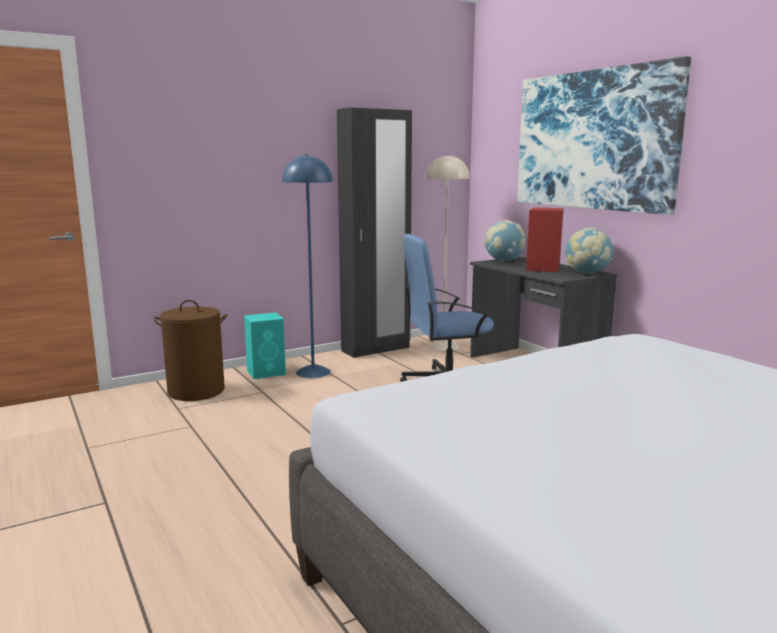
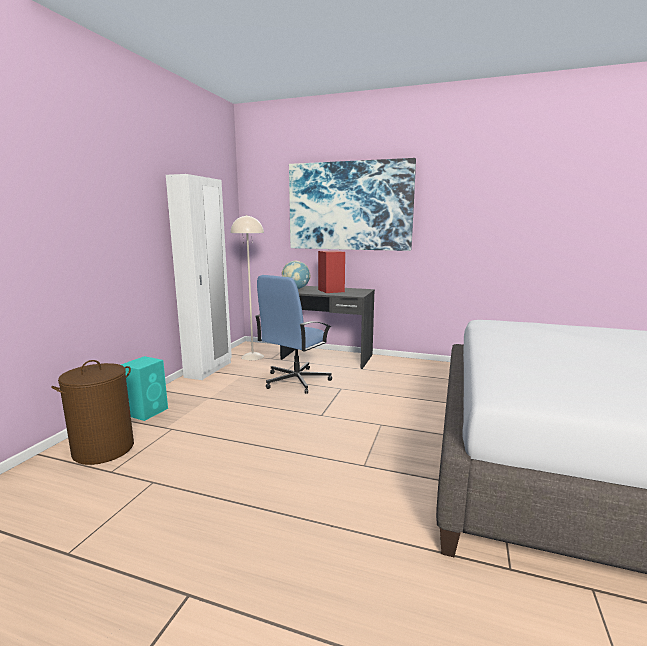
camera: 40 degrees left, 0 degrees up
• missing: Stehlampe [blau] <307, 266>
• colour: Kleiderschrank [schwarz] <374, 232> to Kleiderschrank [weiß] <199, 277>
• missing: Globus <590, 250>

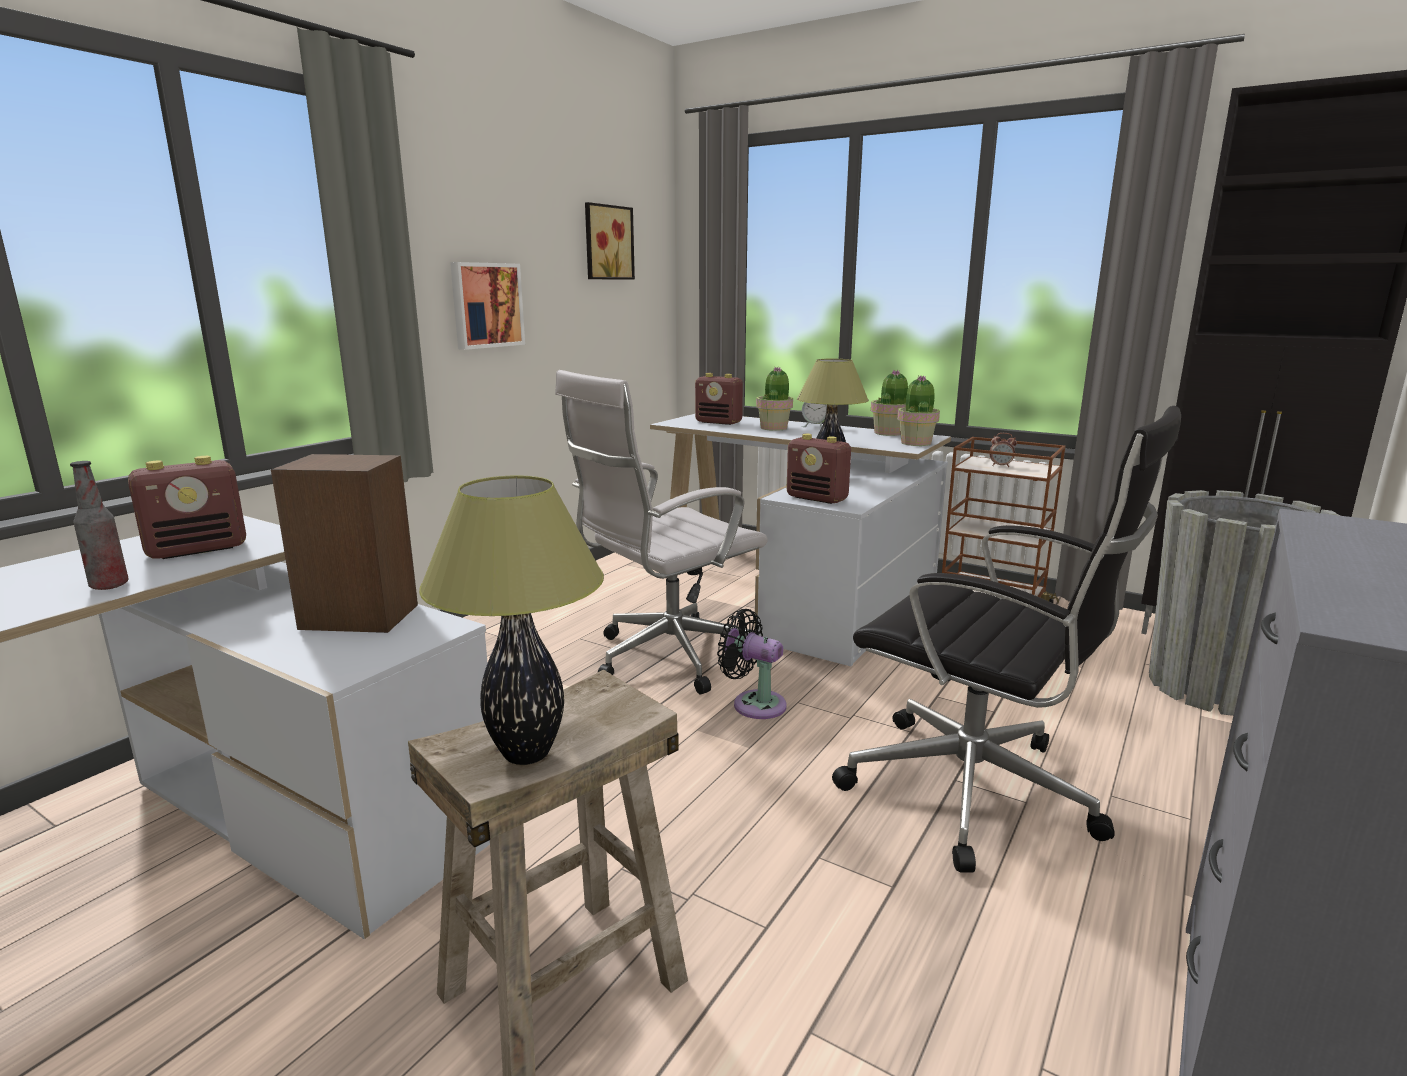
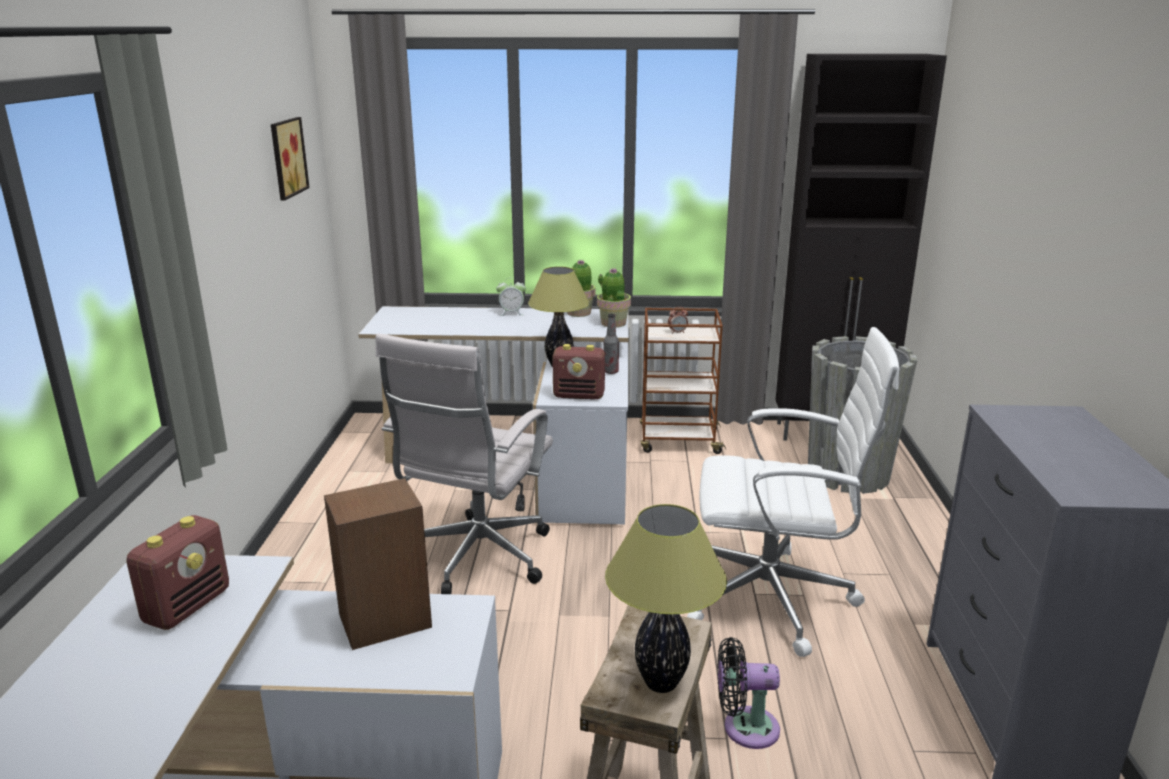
camera: 30 degrees left, 5 degrees up
• relocated: Flasche <99, 525> to <611, 344>
• missing: Bild <487, 306>
• missing: Radio <719, 399>
• relocated: Ventilator [schwarz] <752, 664> to <748, 693>
• missing: Topfpflanze <774, 399>
• colour: Bürostuhl [schwarz] <1006, 639> to Bürostuhl [weiß] <793, 492>

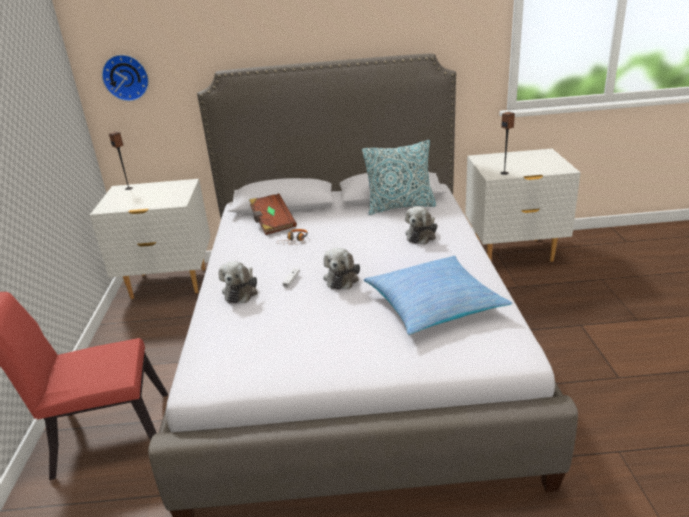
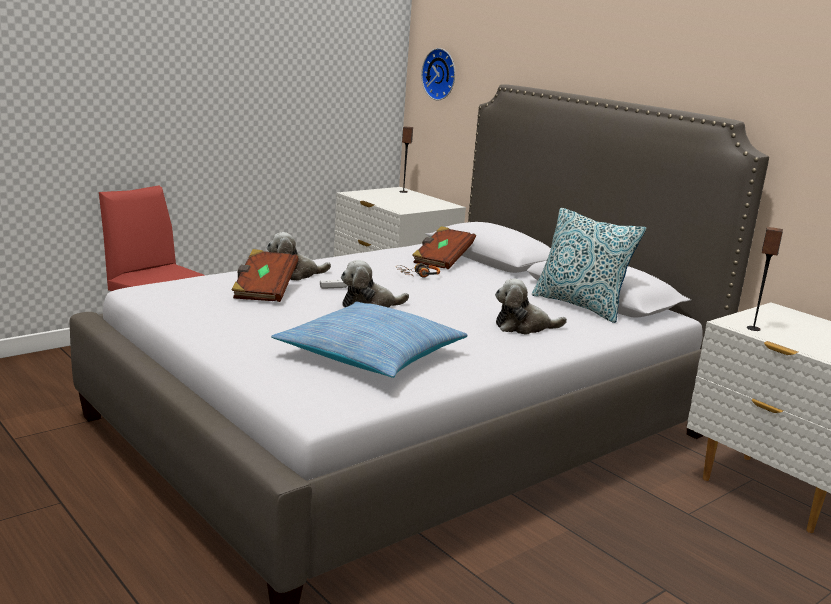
camera: 50 degrees right, 10 degrees down
• appeared: Buch [braun] <264, 275>

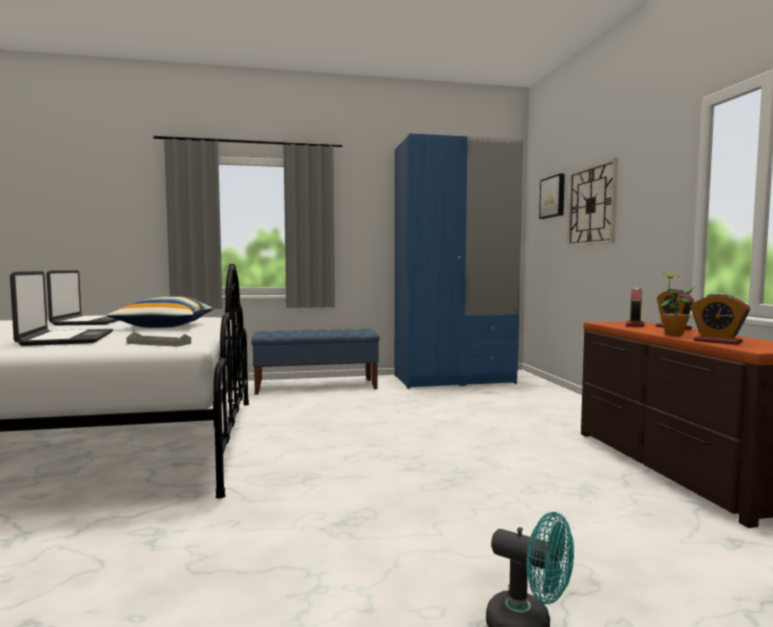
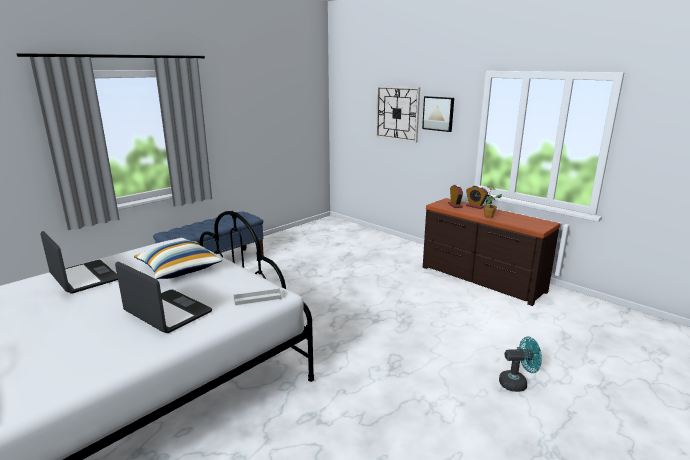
camera: 35 degrees left, 15 degrees up
• missing: Kleiderschrank [blau] <458, 261>
• relocated: Bild <552, 196> to <438, 114>
• missing: Wecker <720, 319>

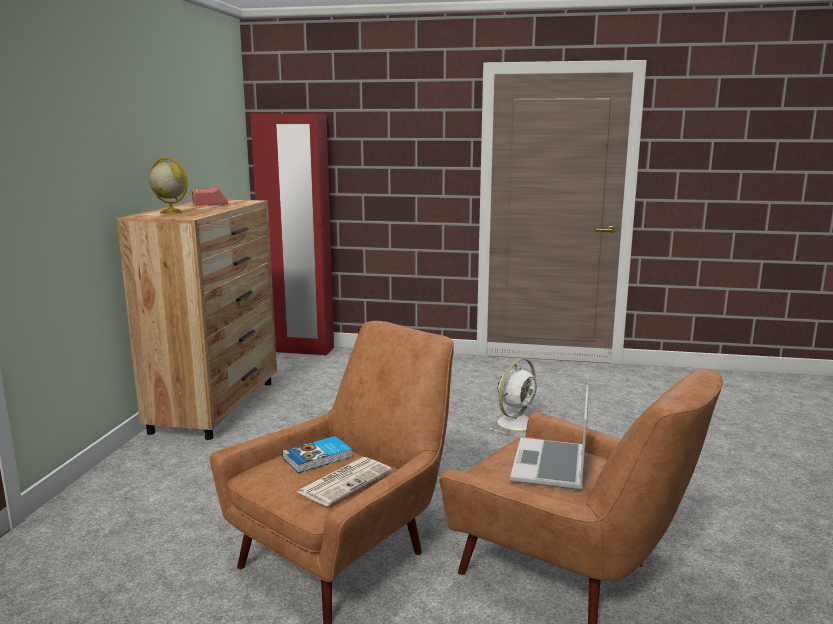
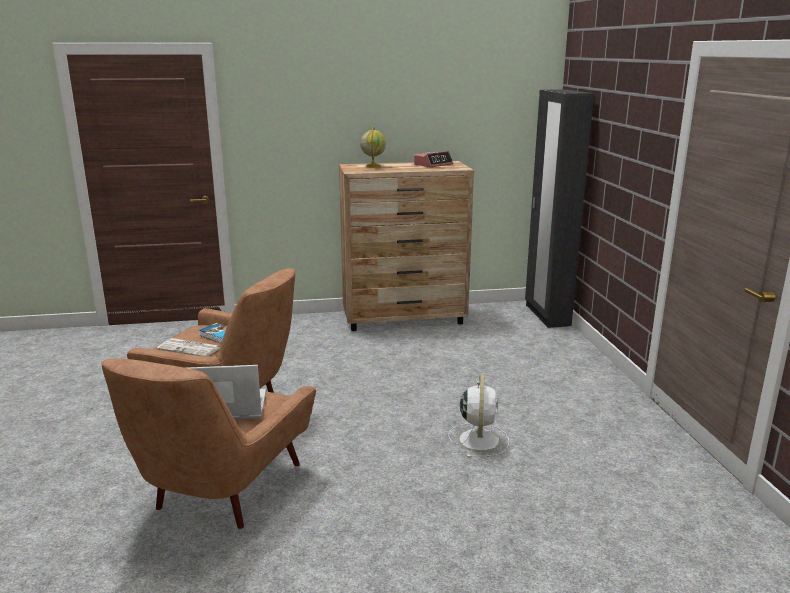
camera: 70 degrees right, 5 degrees up
• colour: Kleiderschrank [rot] <292, 234> to Kleiderschrank [schwarz] <559, 208>
• spun: Ventilator [weiß] <512, 396> = <479, 416> 105 degrees counterclockwise

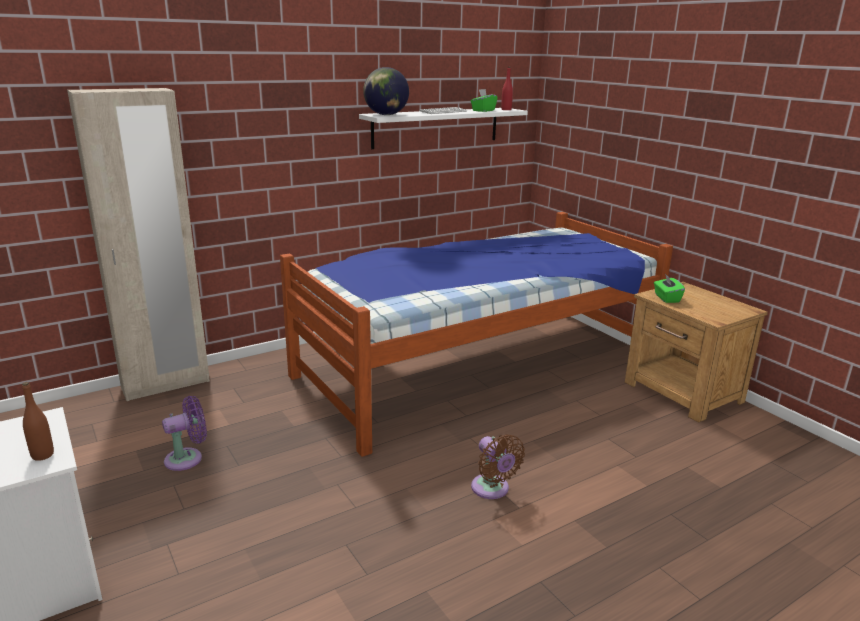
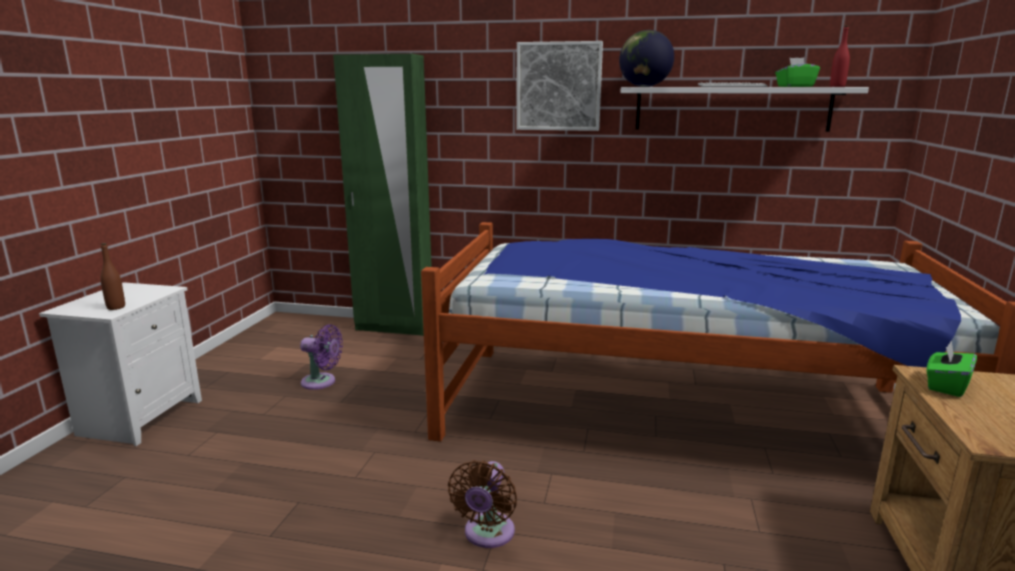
camera: 45 degrees right, 5 degrees down
• colour: Kleiderschrank [beige] <138, 244> to Kleiderschrank [grün] <382, 195>
• appeared: Bild <559, 86>

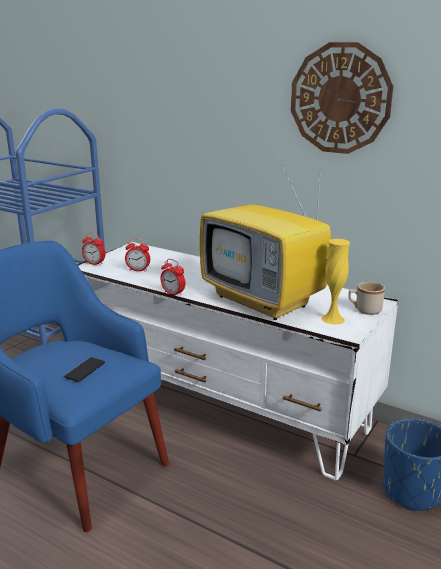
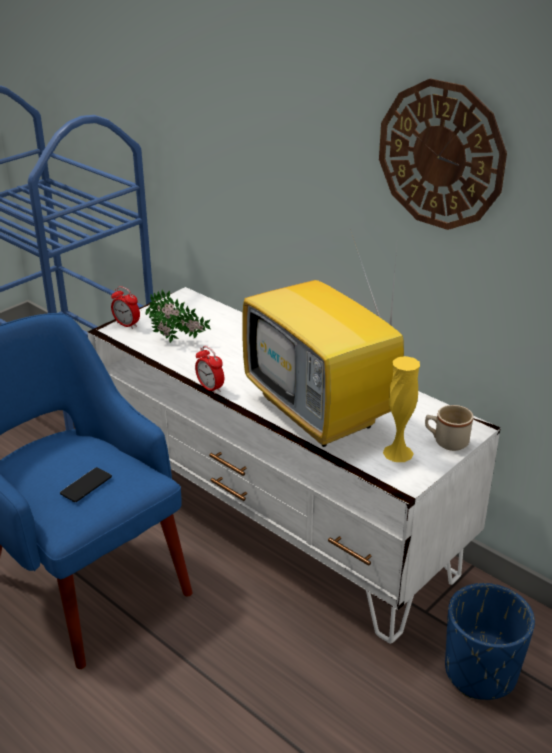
camera: 10 degrees right, 10 degrees up
• exchanged: Wecker <137, 255> to Topfpflanze <178, 316>

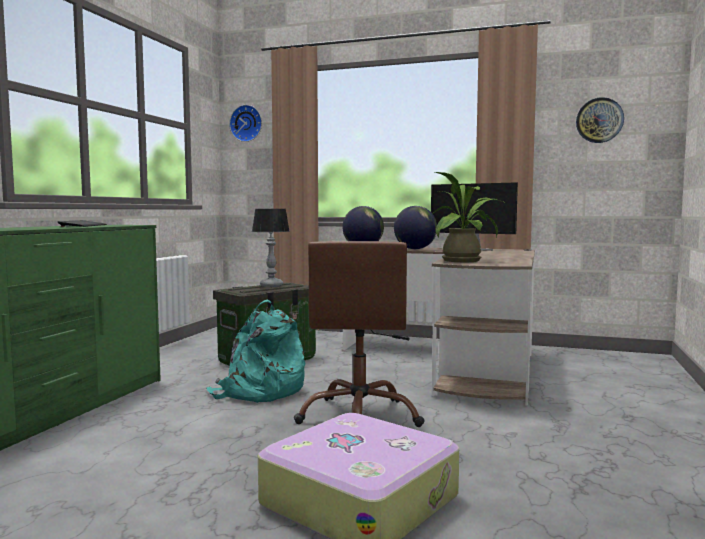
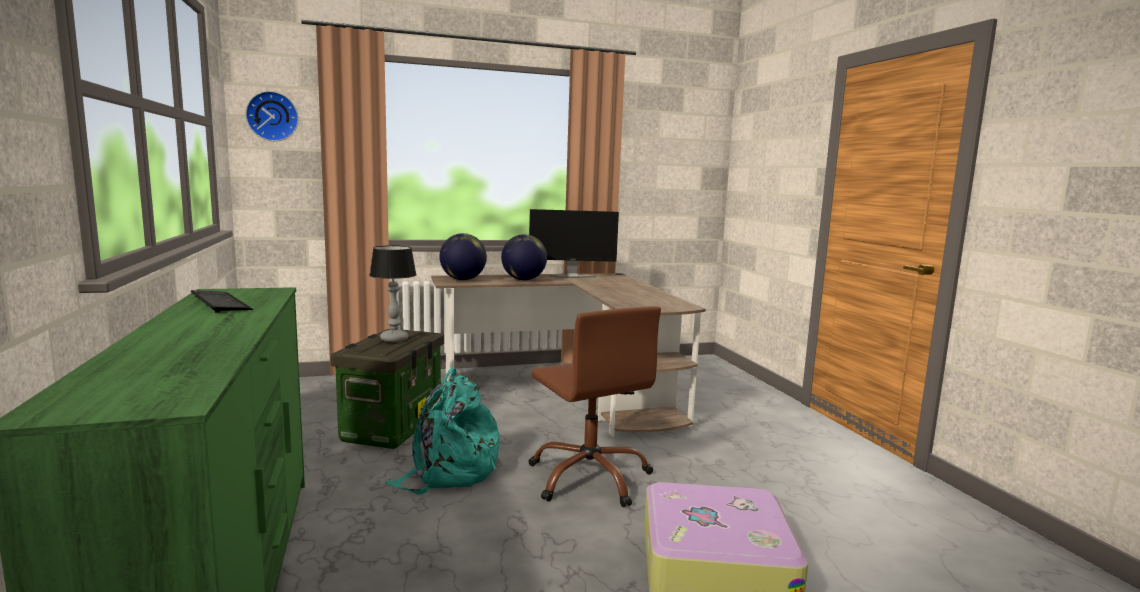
camera: 35 degrees left, 5 degrees up
• missing: Topfpflanze <468, 217>
• missing: Wanduhr <600, 120>

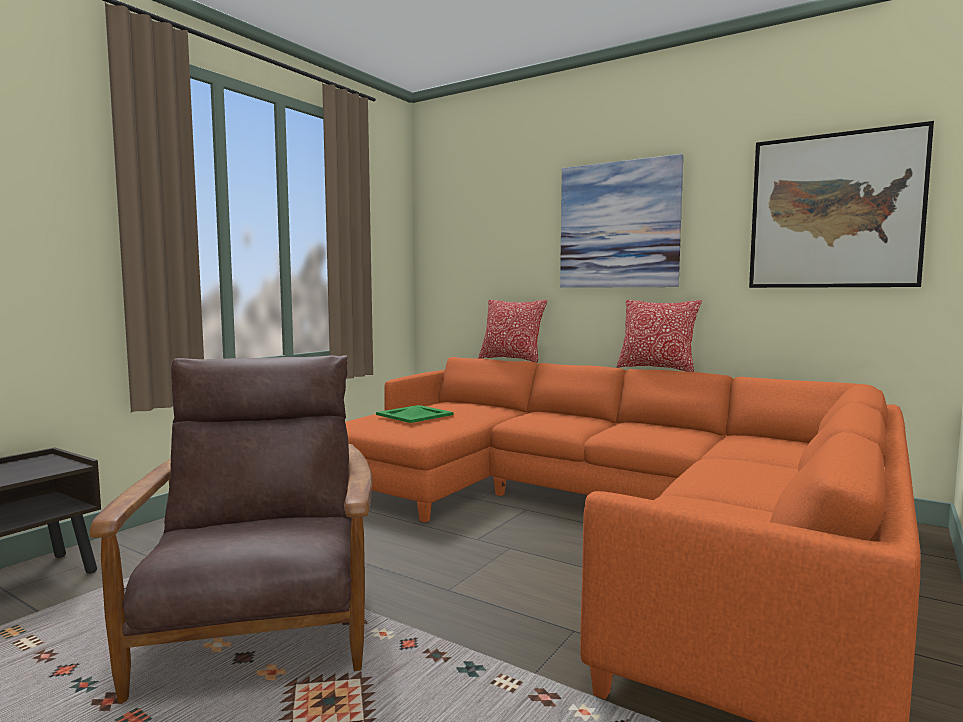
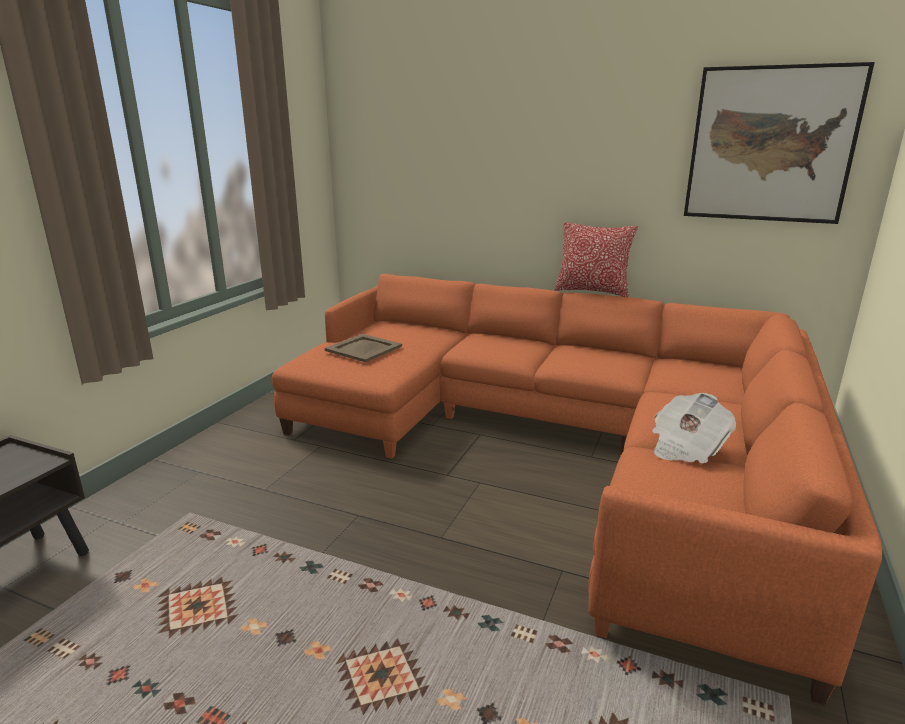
camera: 10 degrees left, 15 degrees up
• missing: Sessel [braun] <231, 529>
• colour: Tablett [grün] <415, 414> to Tablett [beige] <363, 348>
• missing: Kissen <512, 331>
• missing: Bild <621, 221>
• appeared: Zeitung <694, 428>

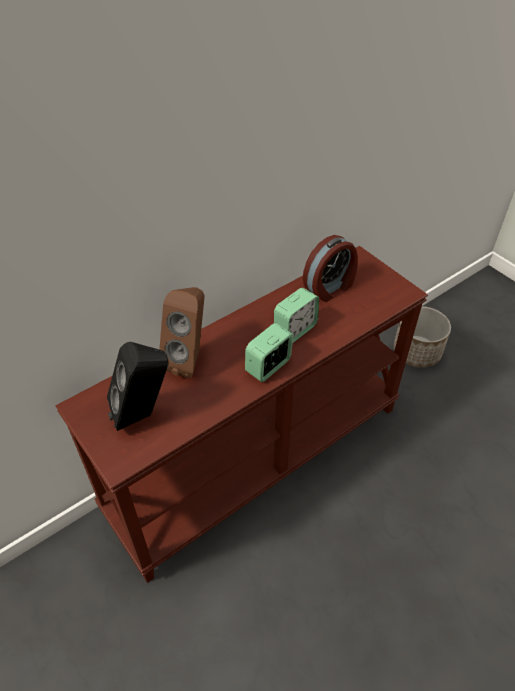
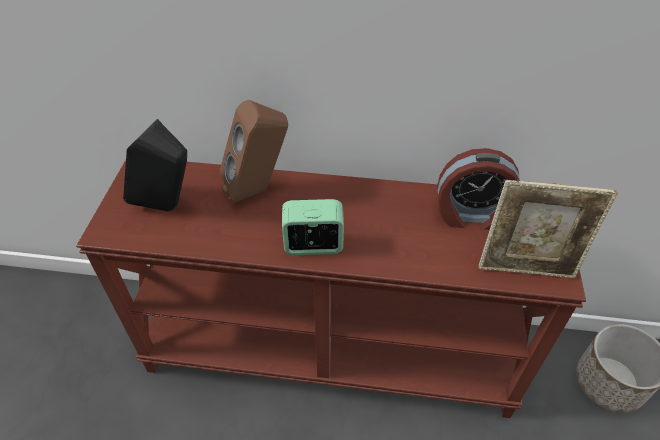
camera: 45 degrees right, 0 degrees up
• missing: Wecker <296, 315>
• appeared: Bilderrahmen <548, 229>

